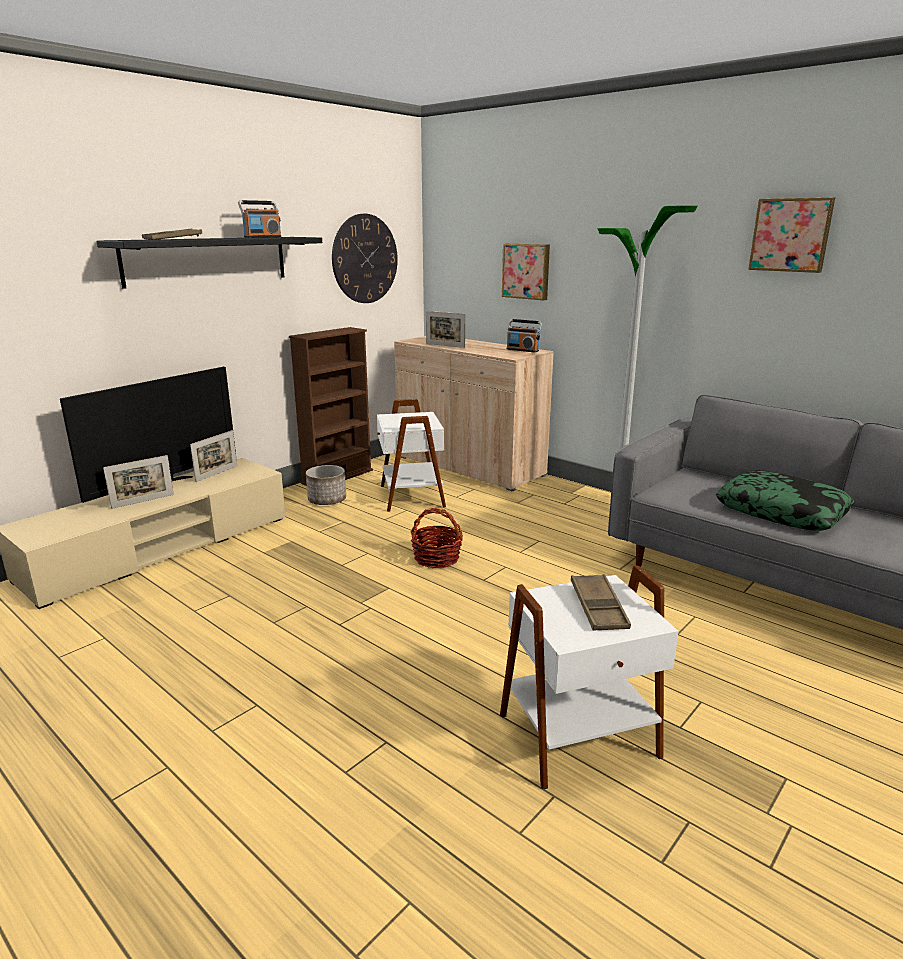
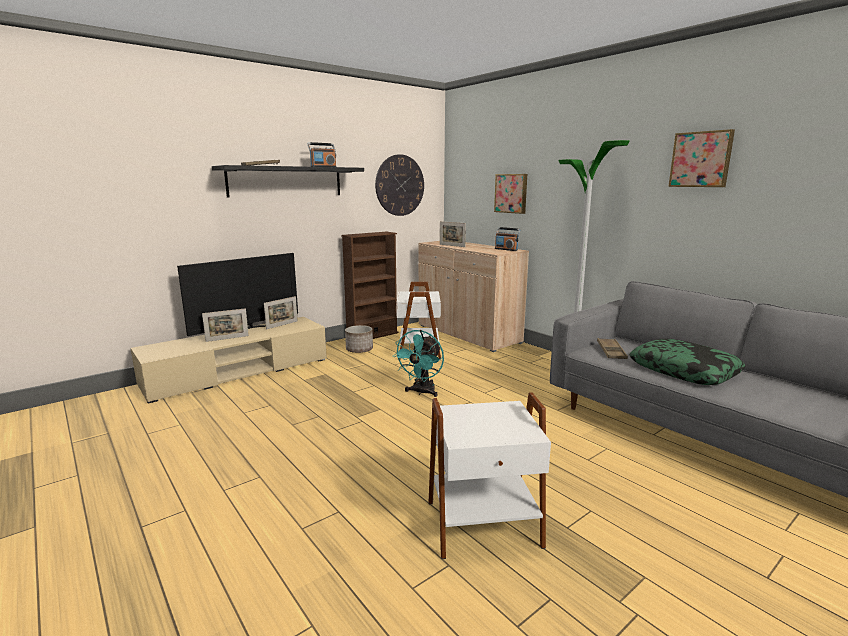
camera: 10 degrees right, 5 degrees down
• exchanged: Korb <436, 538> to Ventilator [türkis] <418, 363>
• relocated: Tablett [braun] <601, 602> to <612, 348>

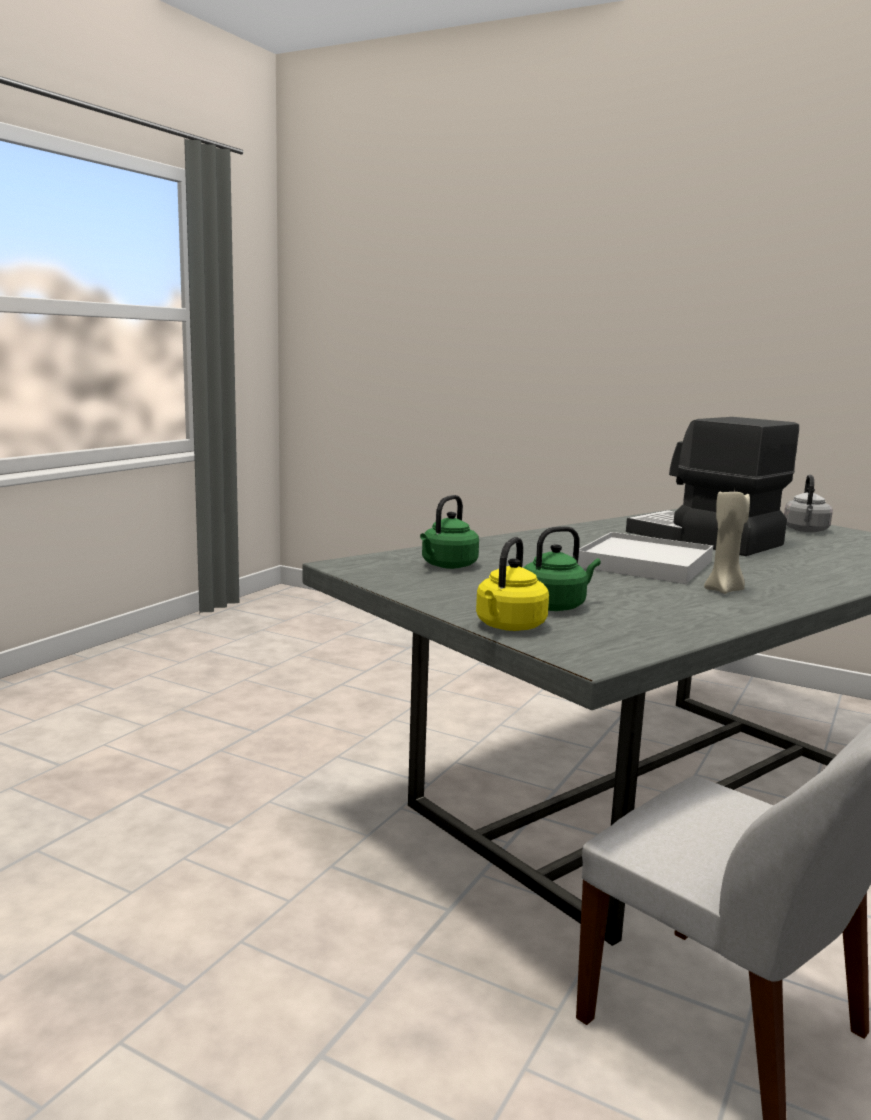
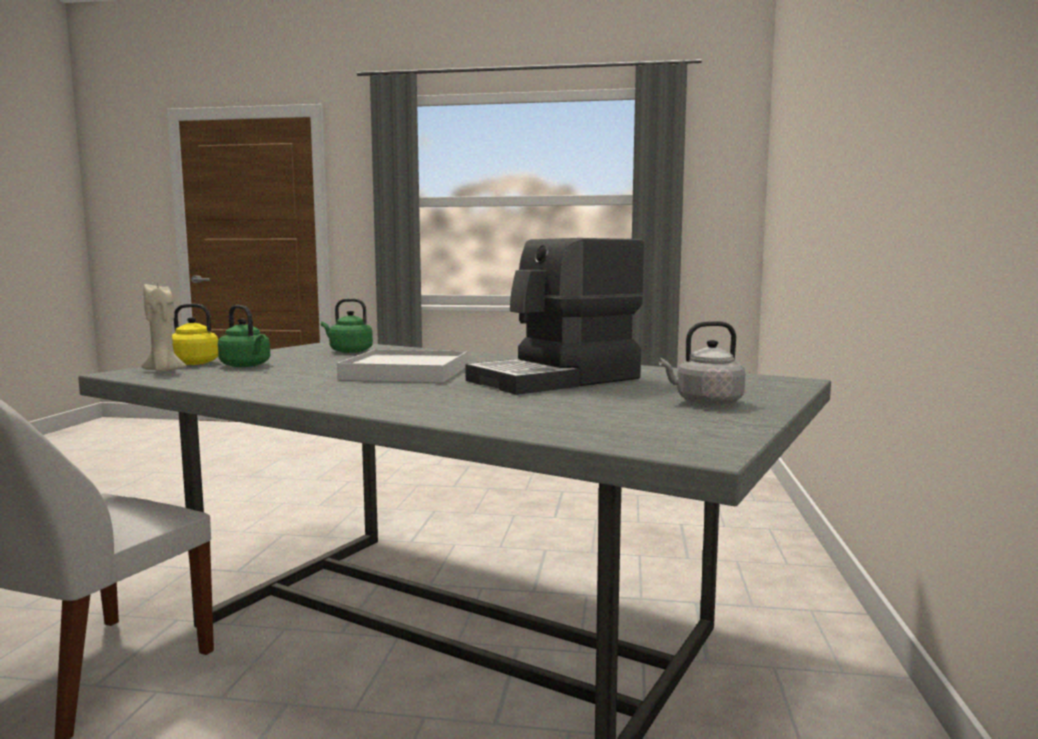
camera: 70 degrees right, 5 degrees down
• spun: Kaffeemaschine <712, 486> = <554, 316> 150 degrees counterclockwise
• relocated: Kerze [beige] <727, 541> to <163, 327>

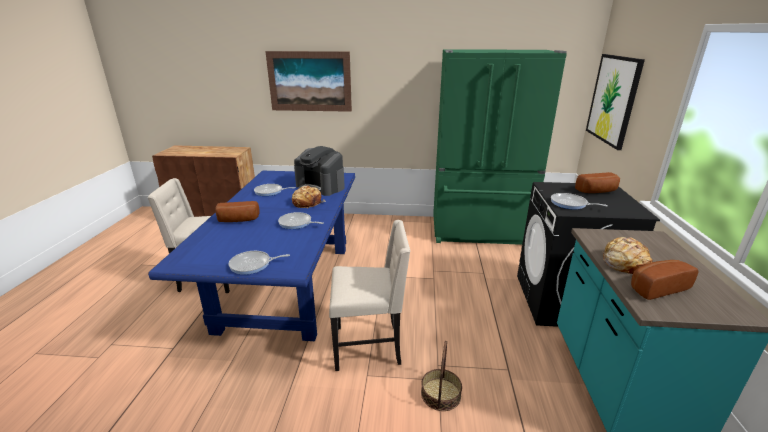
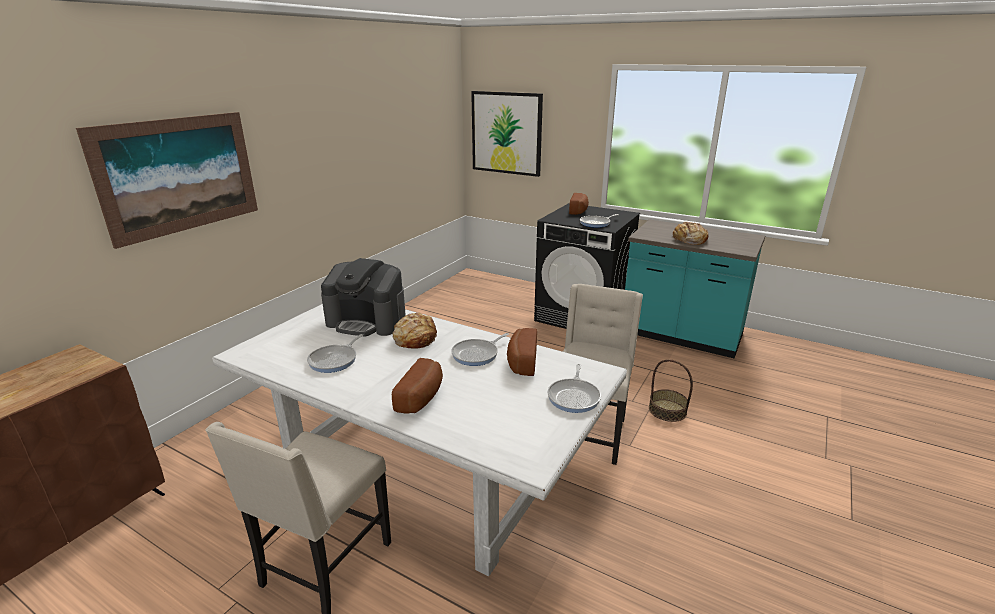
camera: 65 degrees left, 0 degrees up
• colour: Esstisch [blau] <251, 256> to Esstisch [weiß] <419, 440>
• spun: Kaffeemaschine <319, 171> = <363, 297> 45 degrees clockwise
• missing: Kühlschrank [grün] <500, 147>
• relocated: Brot <664, 280> to <522, 352>

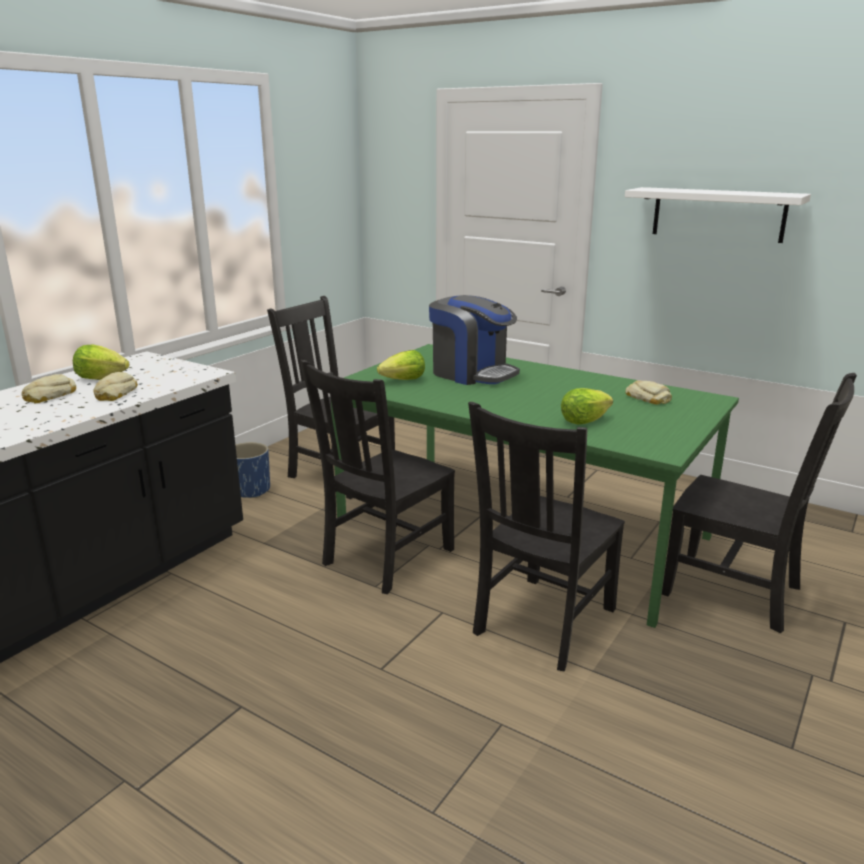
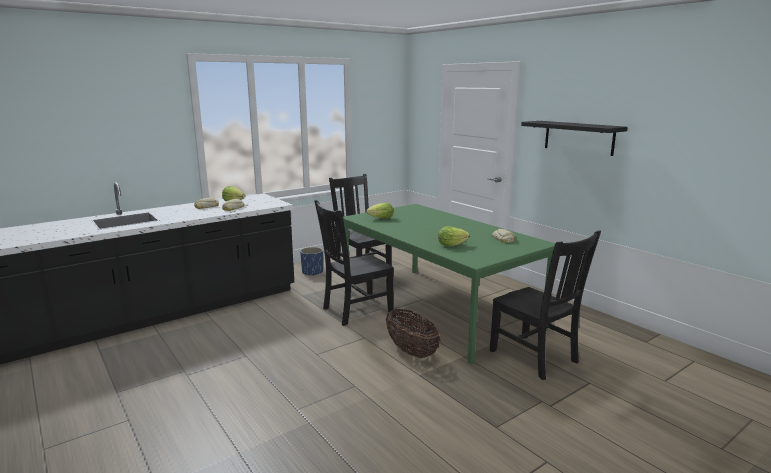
camera: 20 degrees right, 5 degrees down
• missing: Kaffeemaschine <474, 340>
• exchanged: Stuhl [schwarz] <546, 536> to Korb <413, 333>
• colour: Wandregal [weiß] <718, 215> to Wandregal [schwarz] <574, 138>

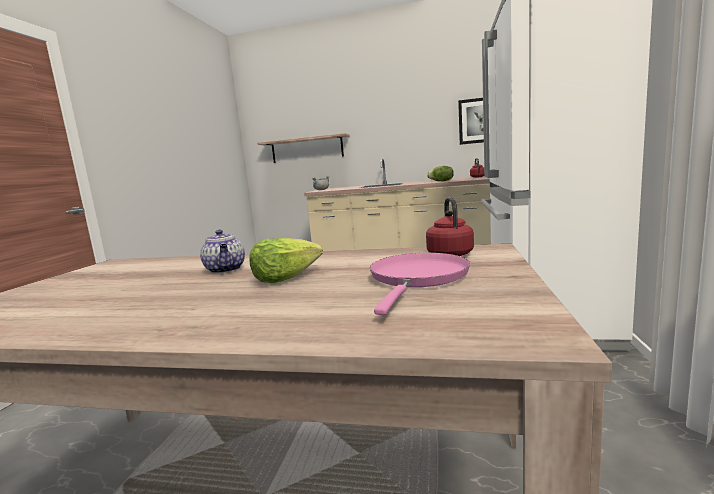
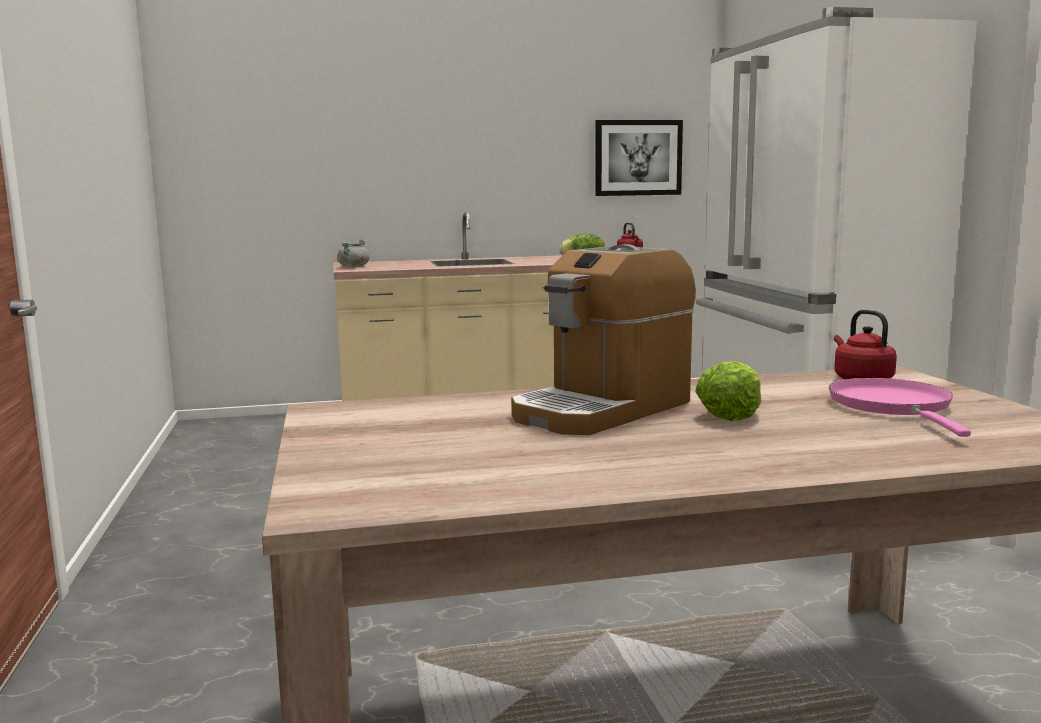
camera: 25 degrees left, 0 degrees up
• exchanged: Teekanne <222, 251> to Kaffeemaschine <603, 339>
• missing: Wandregal <303, 148>

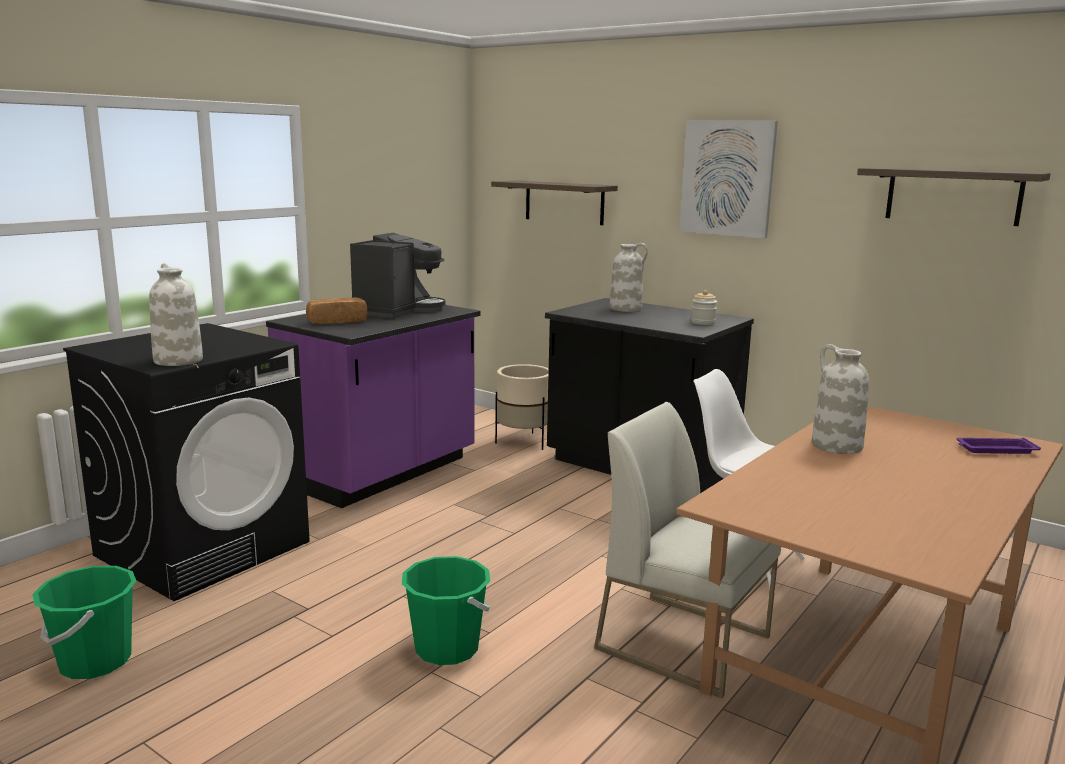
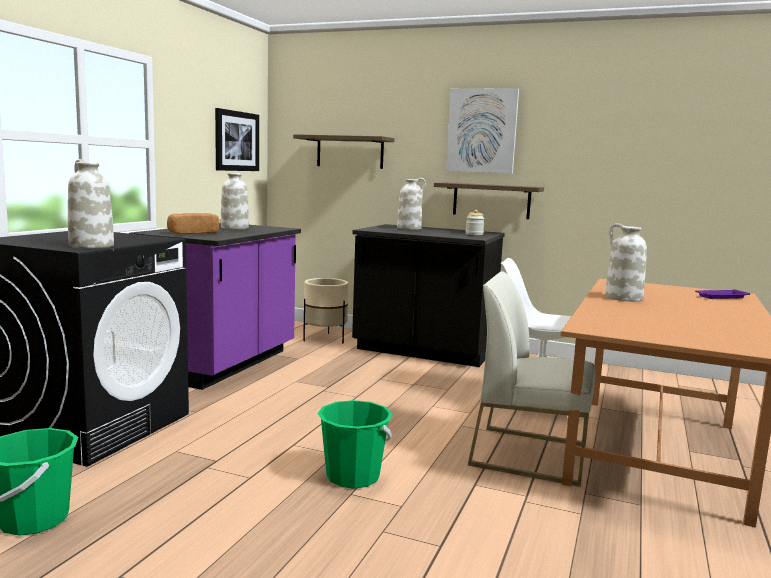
camera: 15 degrees left, 5 degrees down
• exchanged: Kaffeemaschine <397, 275> to Vase [weiß] <235, 200>
• relocated: Wandregal <954, 197> to <489, 200>
• appeared: Bild <237, 139>

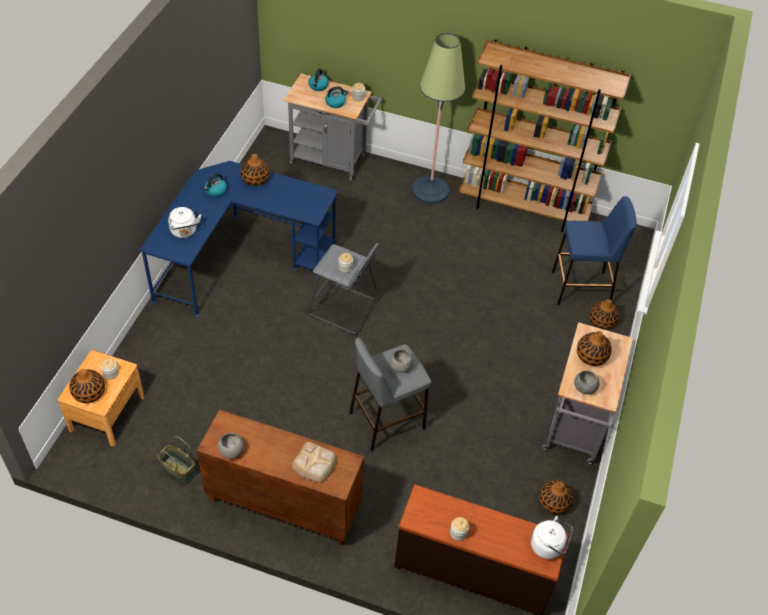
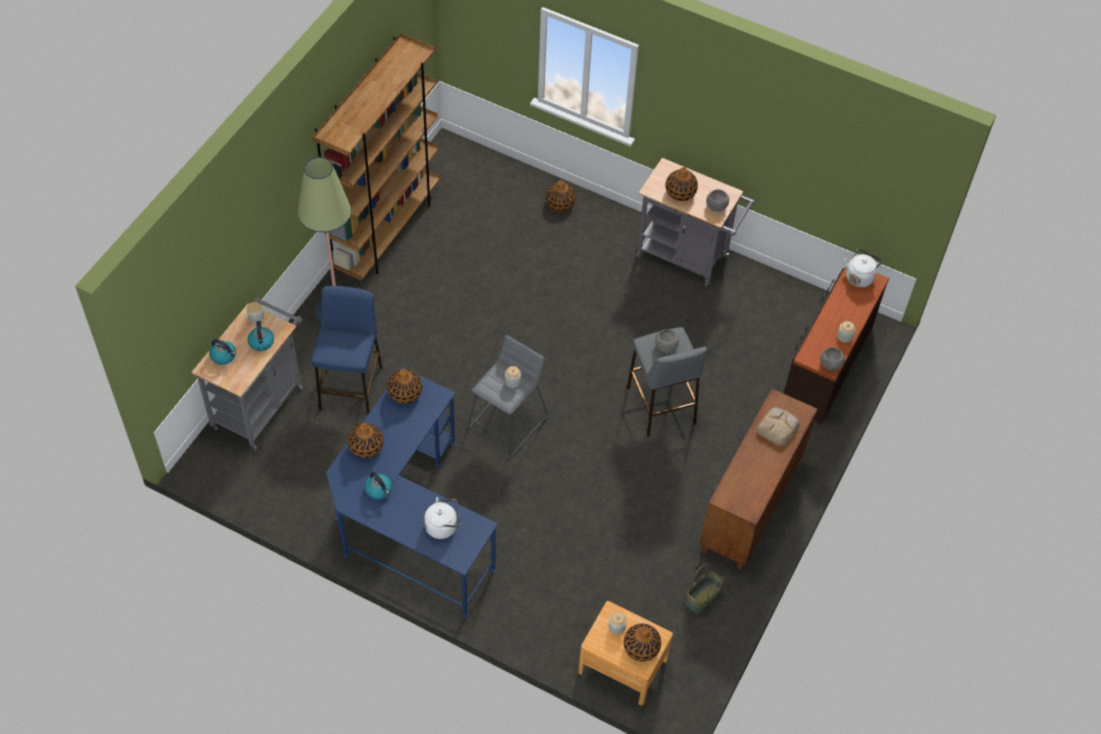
camera: 80 degrees left, 5 degrees up
• relocated: Schüssel [grau] <231, 446> to <832, 359>
• relocated: Vase <556, 497> to <404, 386>
• relocated: Hocker [blau] <594, 250> to <347, 350>

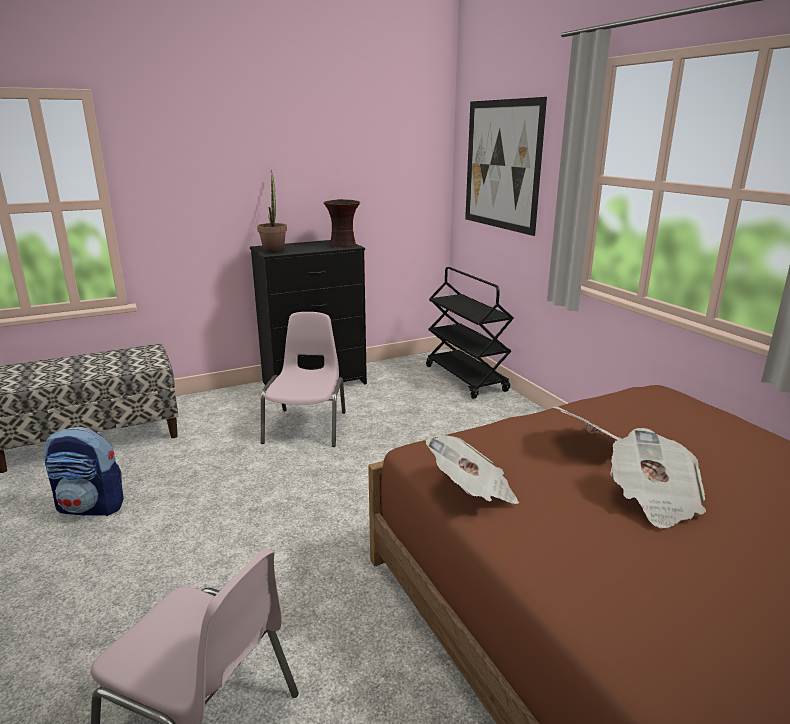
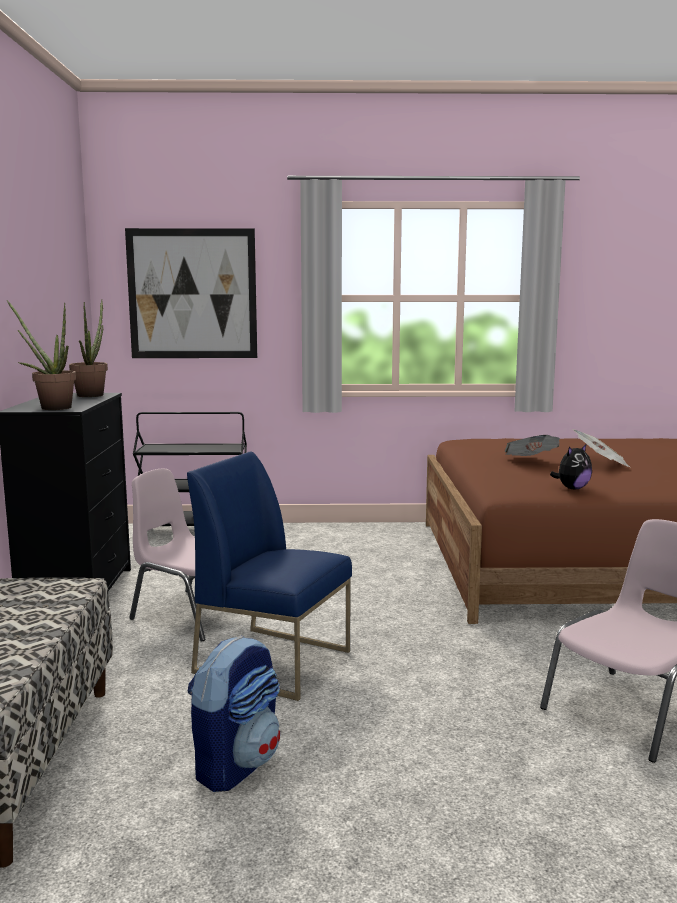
camera: 65 degrees left, 10 degrees down
• exchanged: Vase <342, 223> to Topfpflanze <88, 348>
• exchanged: Zeitung <472, 469> to Plüschtier <571, 466>
• appeared: Stuhl [blau] <269, 576>

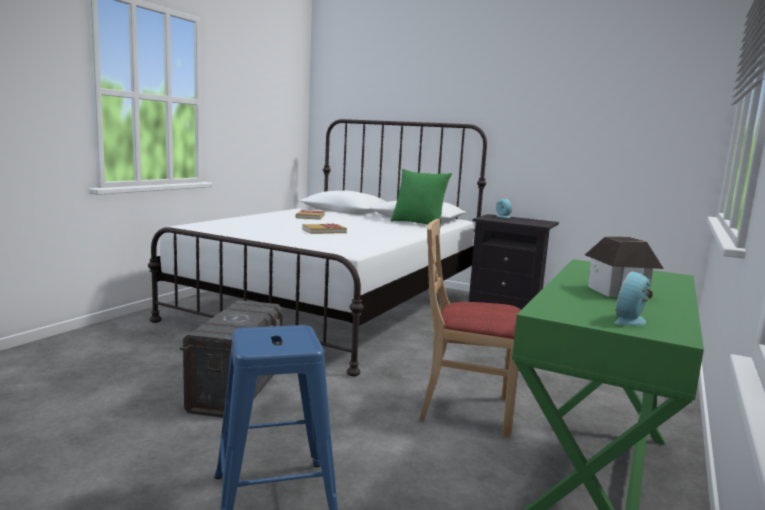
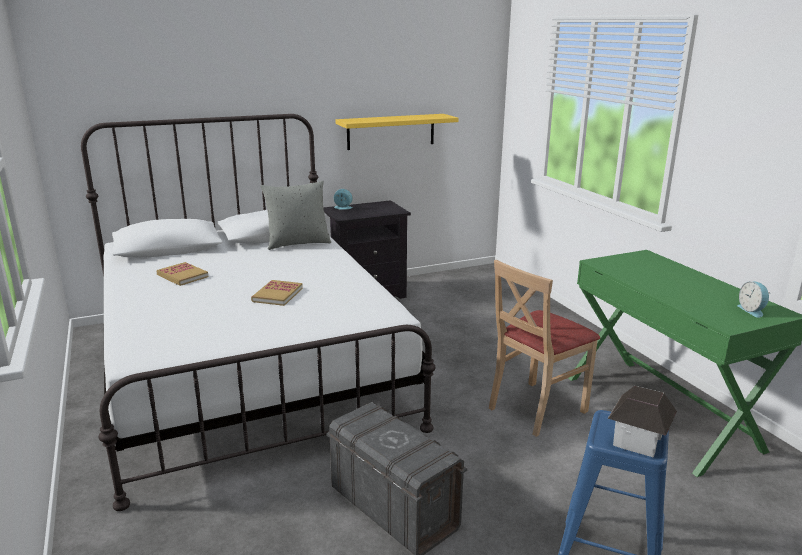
camera: 50 degrees left, 10 degrees up
• colour: Kissen [grün] <421, 198> to Kissen [grau] <295, 215>
• relocated: Spielzeughaus <624, 267> to <642, 422>
• appeared: Wandregal [gelb] <397, 132>

